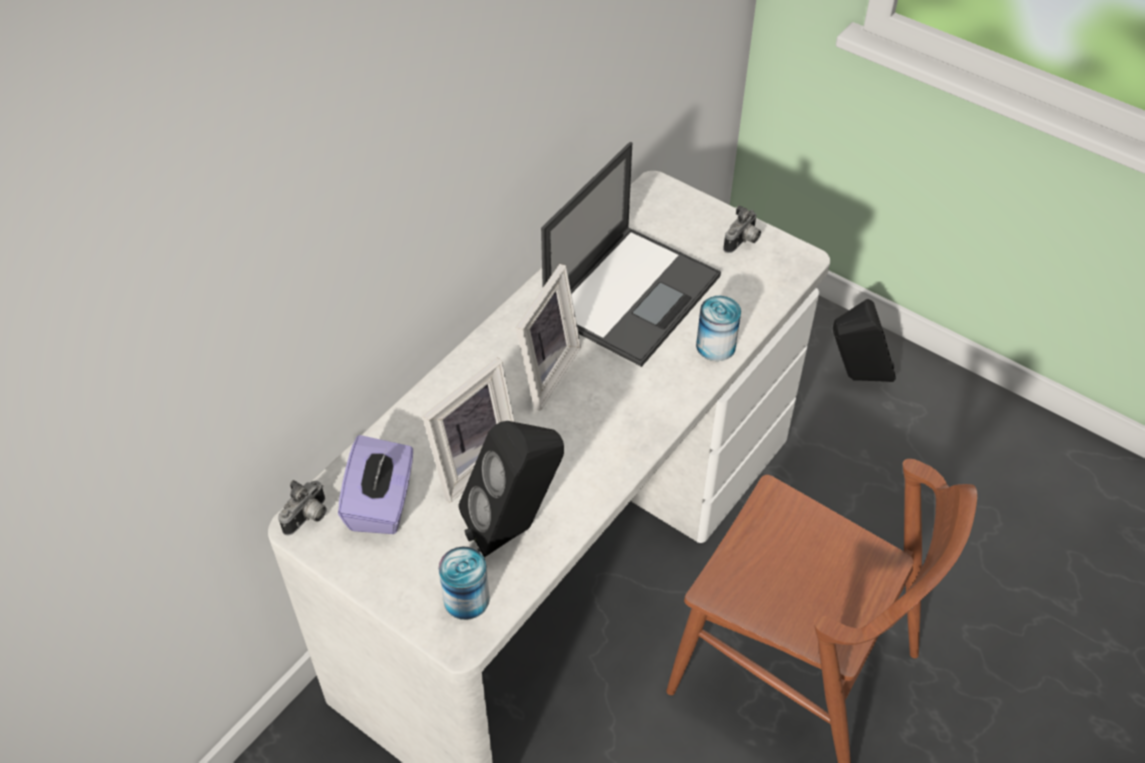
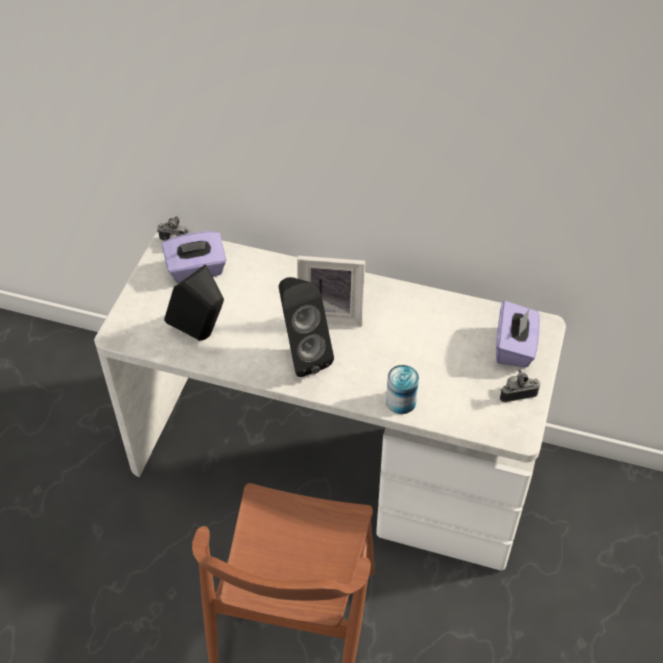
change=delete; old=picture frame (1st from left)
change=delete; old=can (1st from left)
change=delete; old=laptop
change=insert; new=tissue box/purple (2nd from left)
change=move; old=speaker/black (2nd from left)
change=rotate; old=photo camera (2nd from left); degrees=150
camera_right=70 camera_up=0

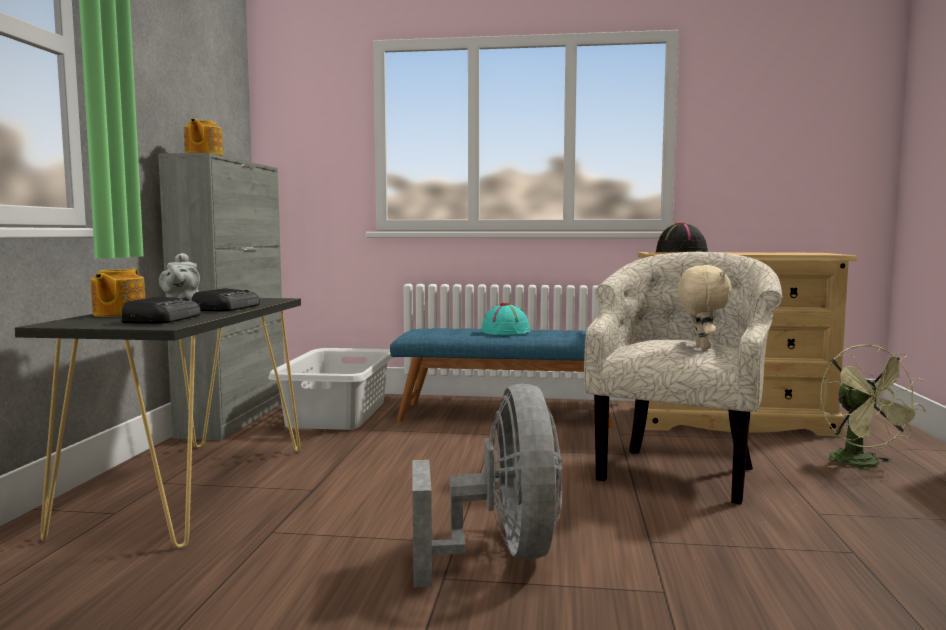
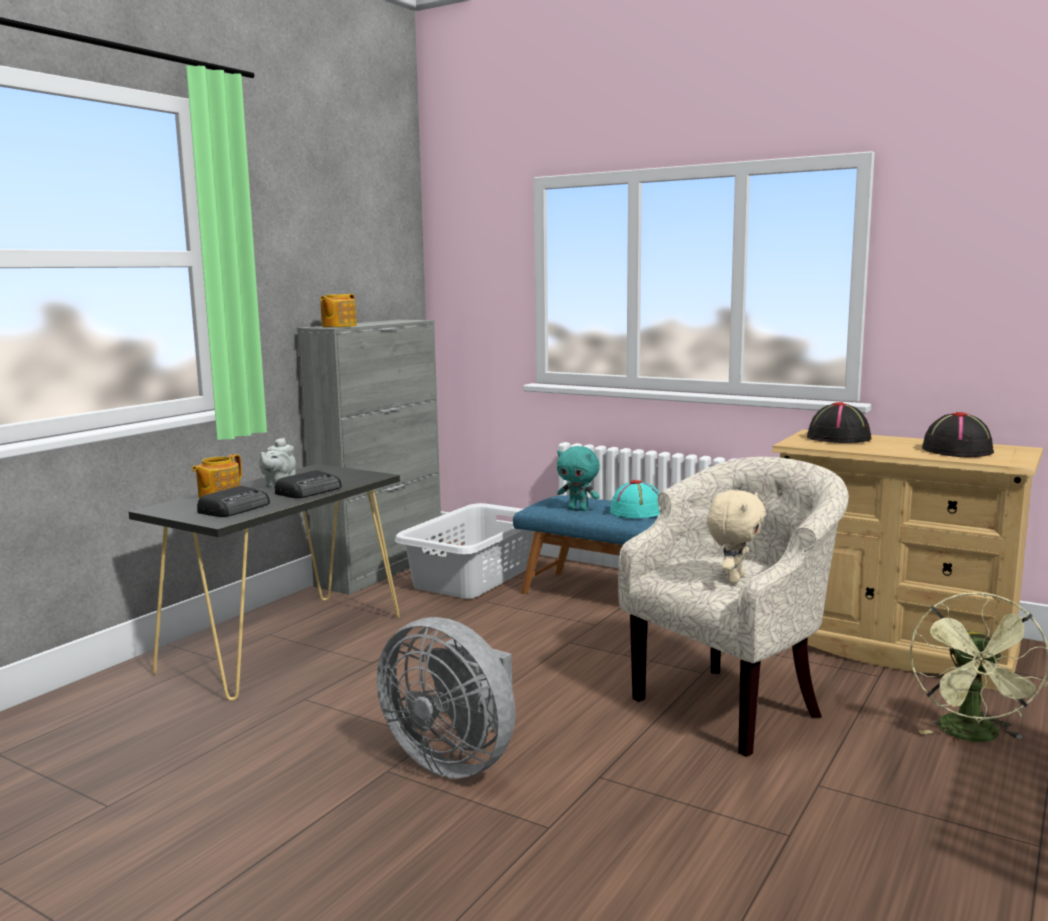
change=insert; new=plush toy/turquoise
change=insert; new=hat/black (2nd from left)
change=rotate; old=fan/grey; degrees=105
camera_right=25 camera_up=5

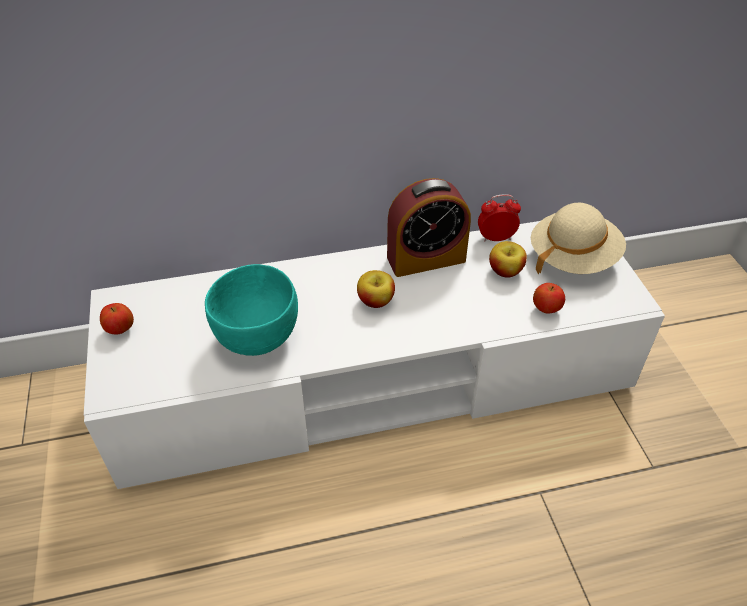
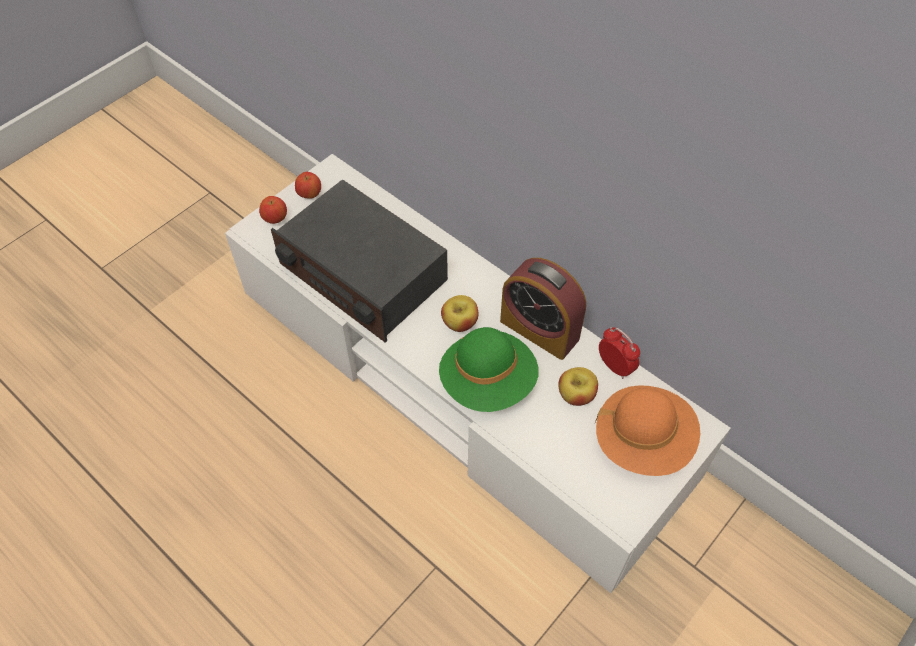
change=insert; new=hat/green
change=move; old=apple (4th from left in the first image); new=apple (1st from left)
change=replace; old=bowl/turquoise; new=radio
change=recolor; old=hat/beige; new=hat/orange
camera_right=55 camera_up=10

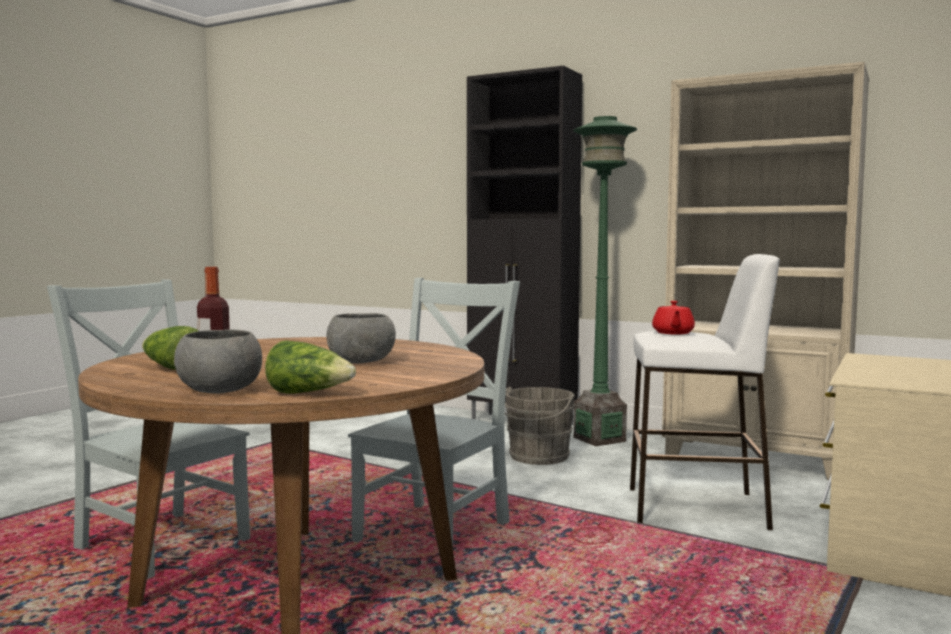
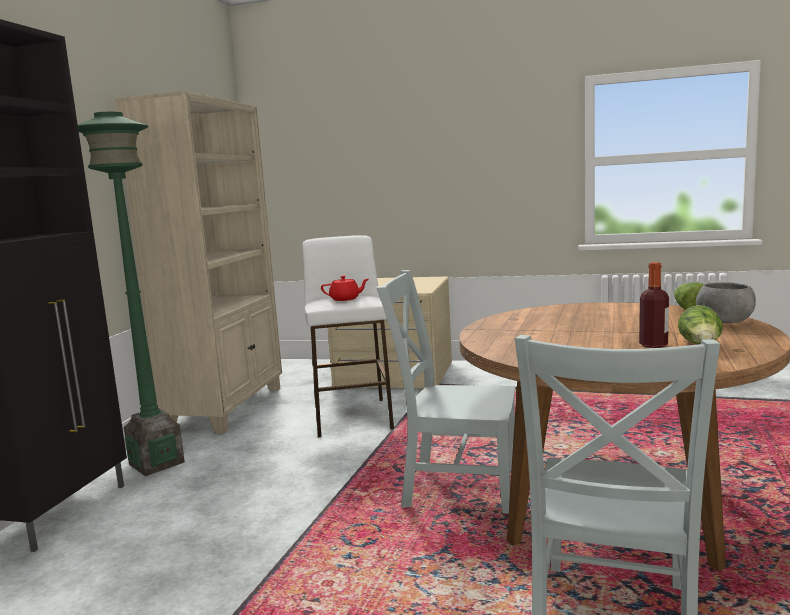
change=delete; old=bowl/grey (2nd from left)
change=delete; old=bucket/grey
camera_right=-105 camera_up=5

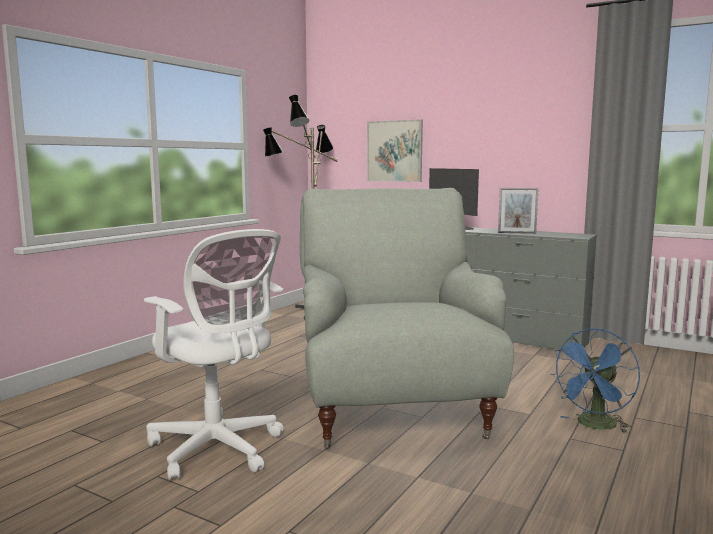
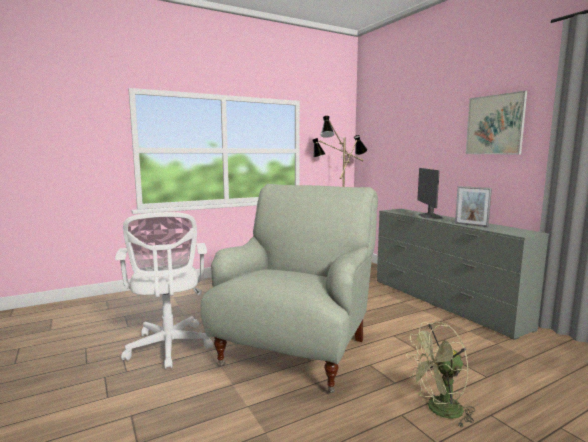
change=move; old=picture
change=recolor; old=fan/blue; new=fan/green
camera_right=30 camera_up=0

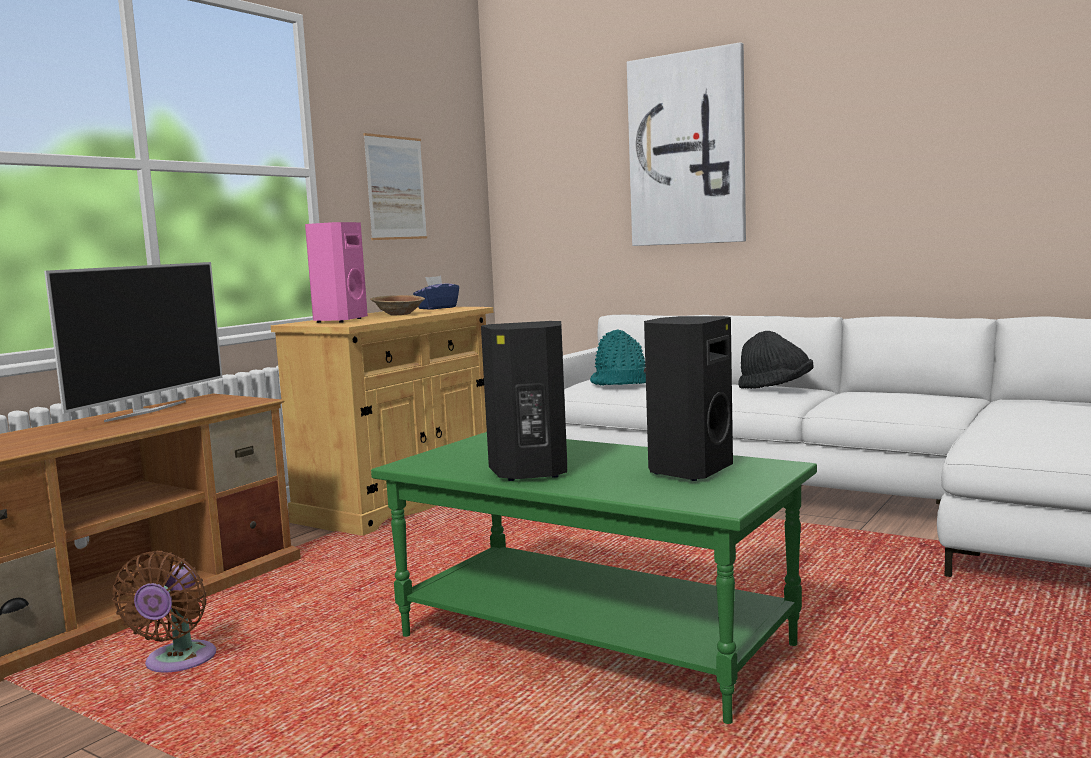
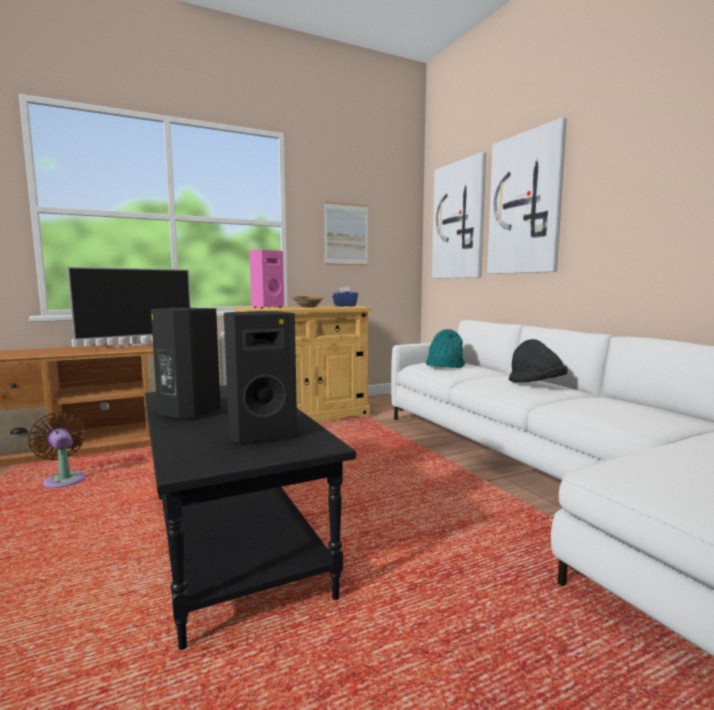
change=insert; new=picture (2nd from left)
change=recolor; old=coffee table/green; new=coffee table/black
change=rotate; old=fan/brown; degrees=105
camera_right=30 camera_up=0

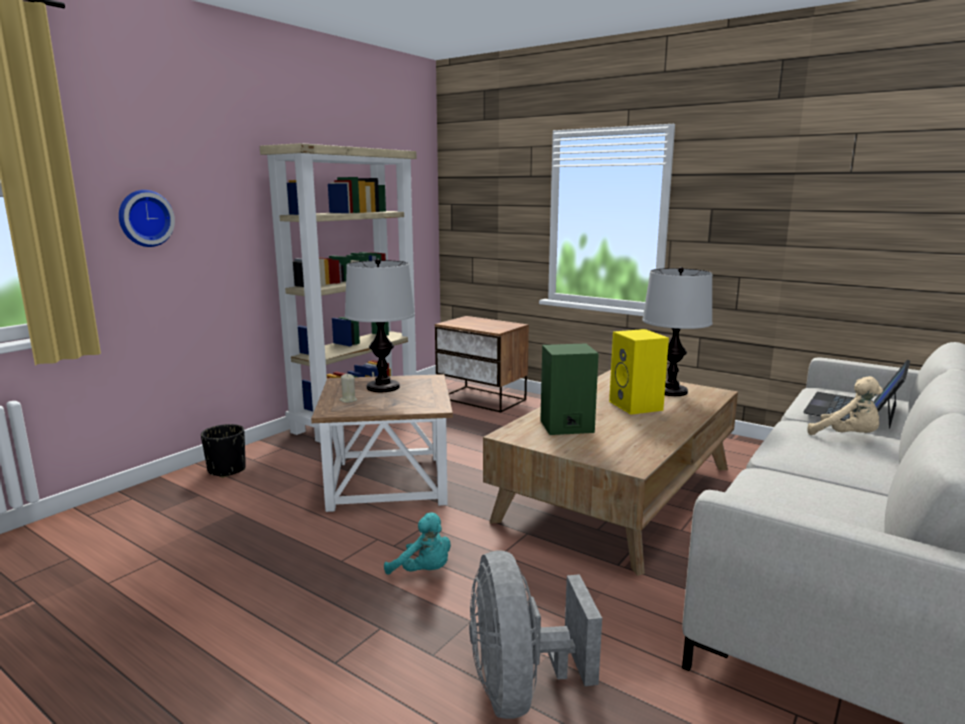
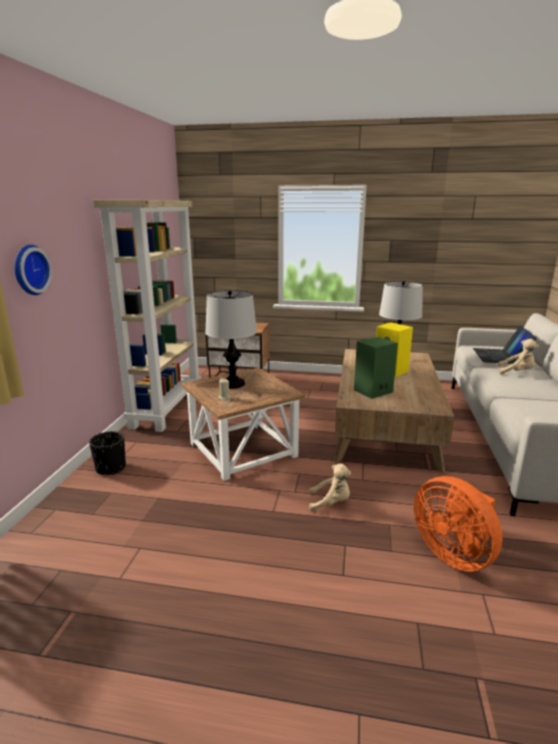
change=recolor; old=plush toy/turquoise; new=plush toy/beige (1st from left)
change=recolor; old=fan/grey; new=fan/orange
camera_right=-25 camera_up=5

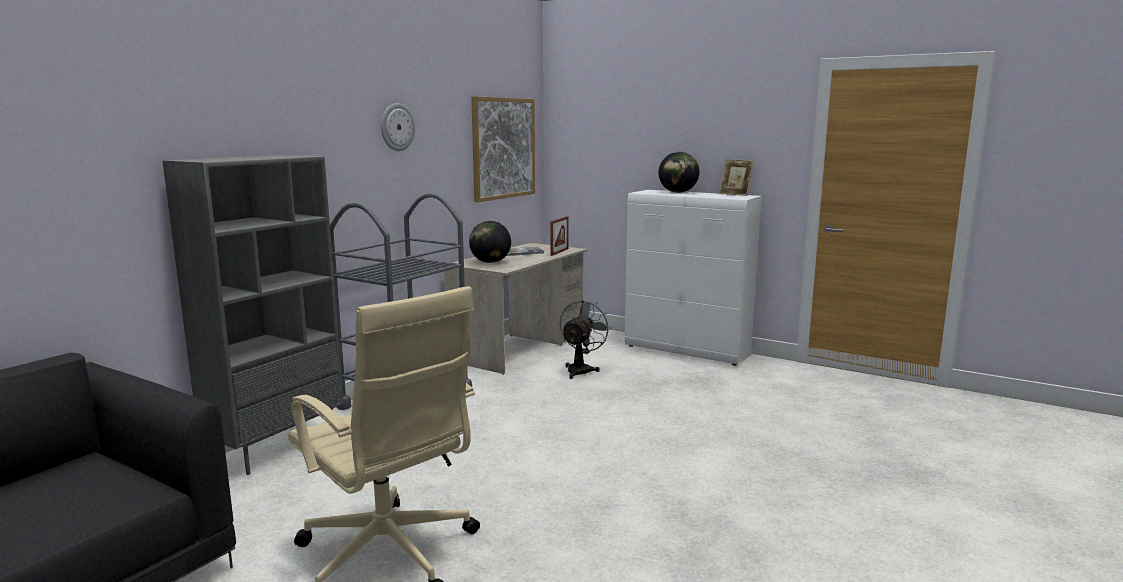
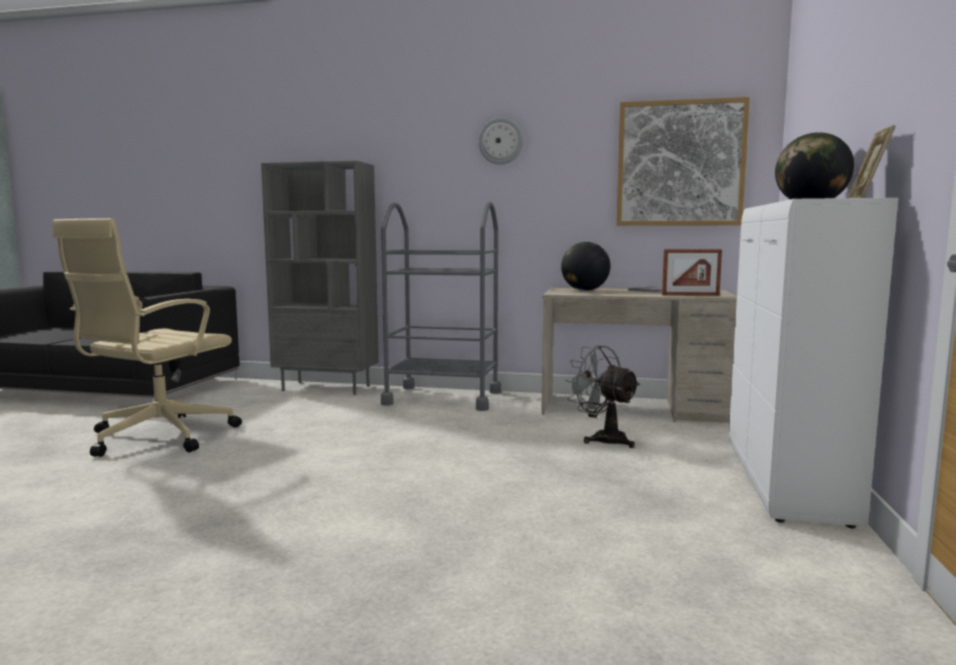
change=rotate; old=fan/grey; degrees=-135
camera_right=70 camera_up=-5

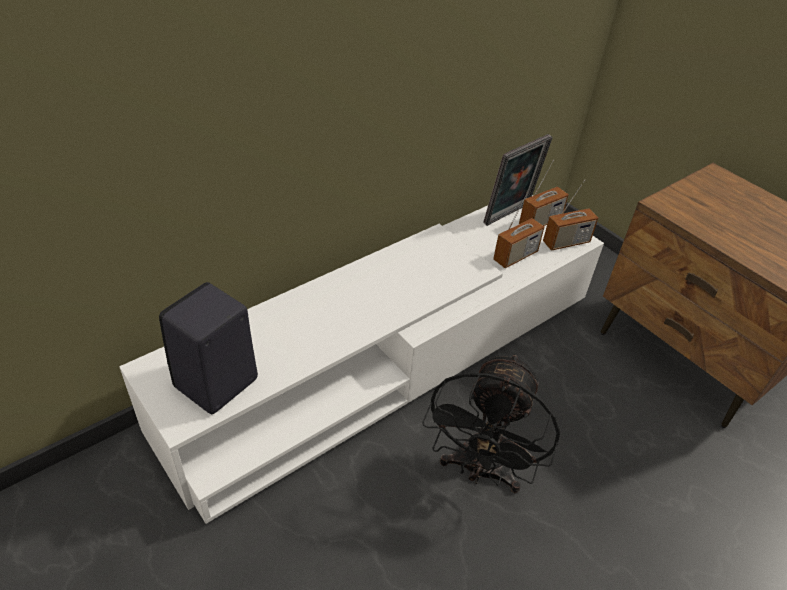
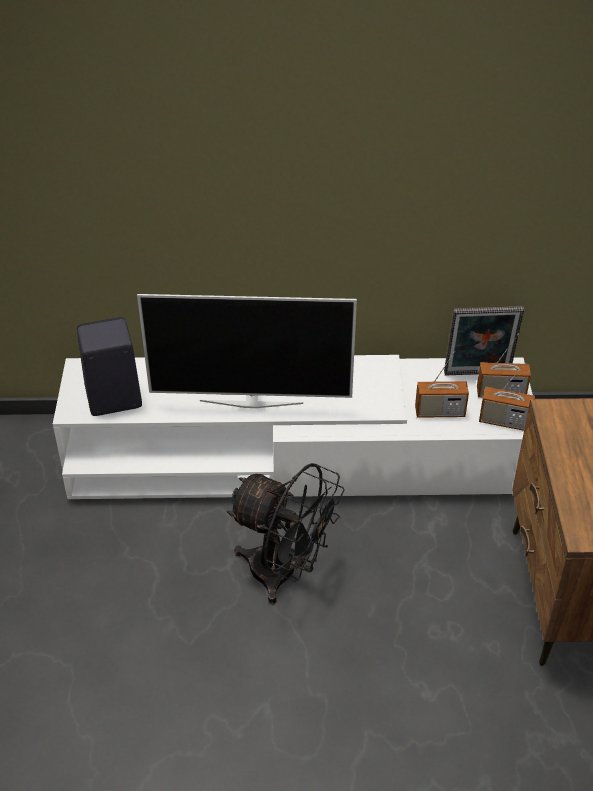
change=insert; new=television
change=rotate; old=fan/black; degrees=-120
camera_right=40 camera_up=0

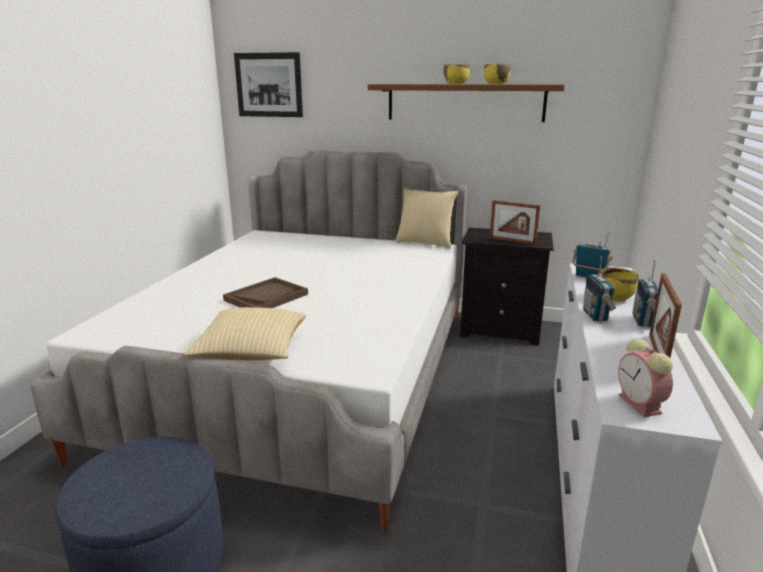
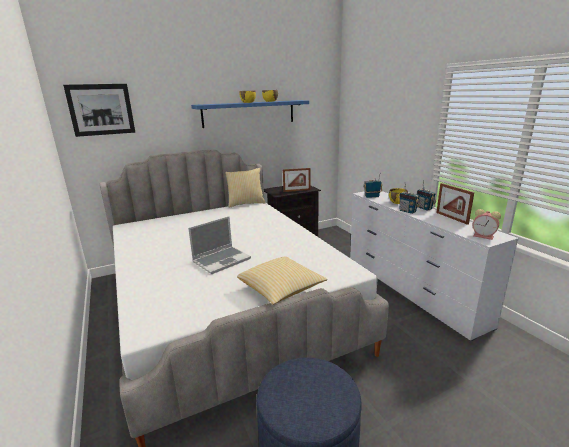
change=replace; old=tray/brown; new=laptop
change=recolor; old=shelf/brown; new=shelf/blue
camera_right=-40 camera_up=0

